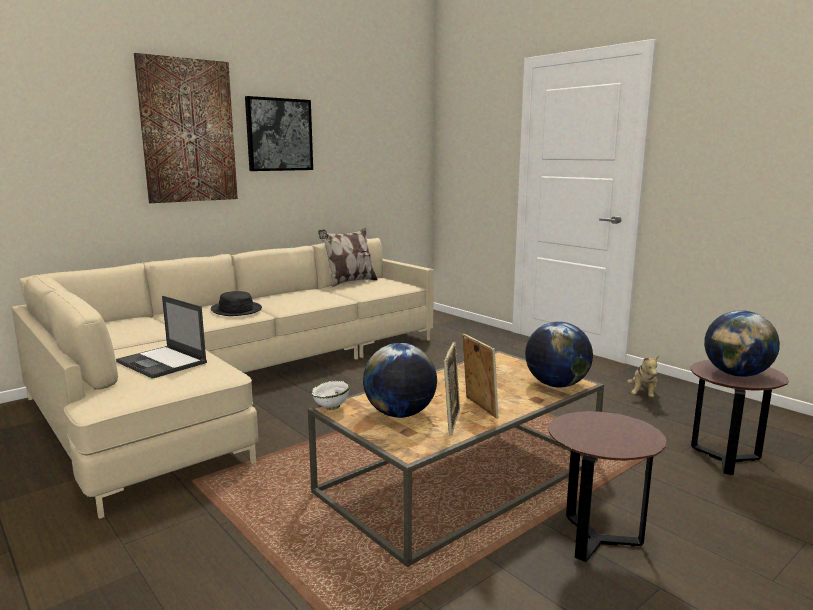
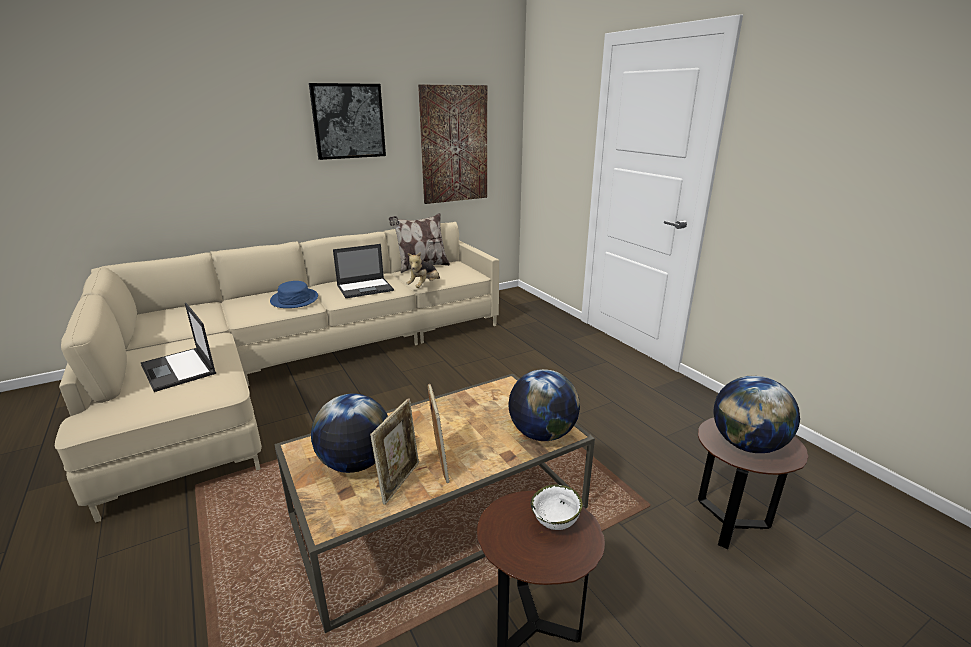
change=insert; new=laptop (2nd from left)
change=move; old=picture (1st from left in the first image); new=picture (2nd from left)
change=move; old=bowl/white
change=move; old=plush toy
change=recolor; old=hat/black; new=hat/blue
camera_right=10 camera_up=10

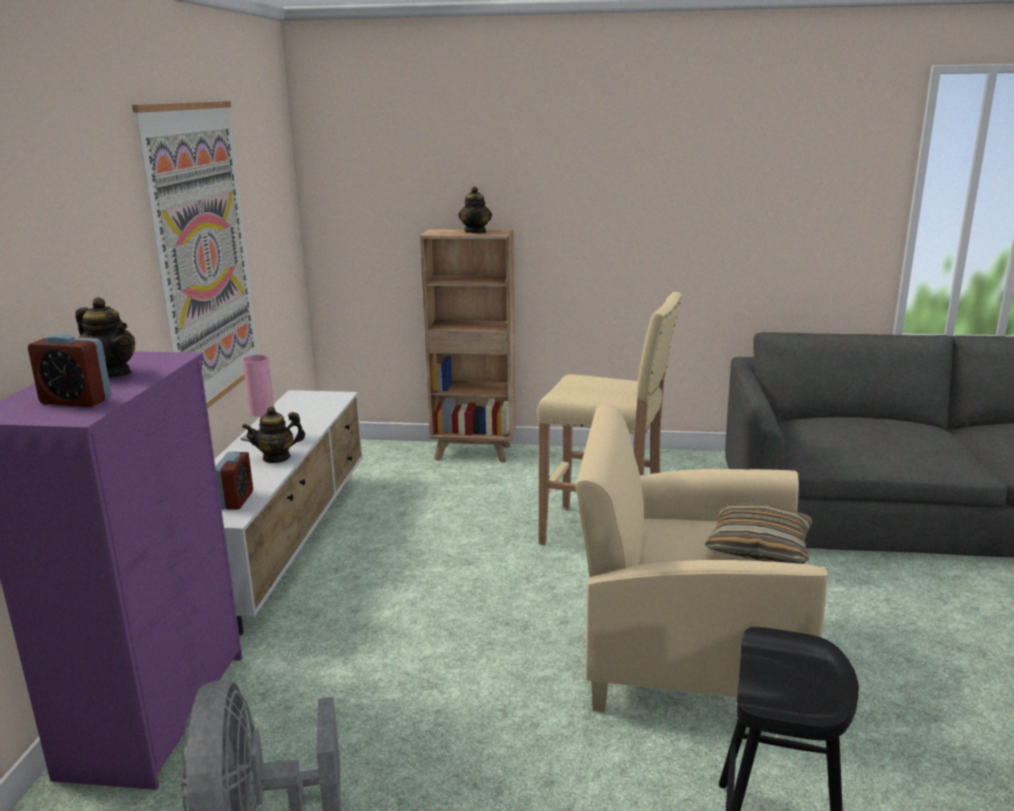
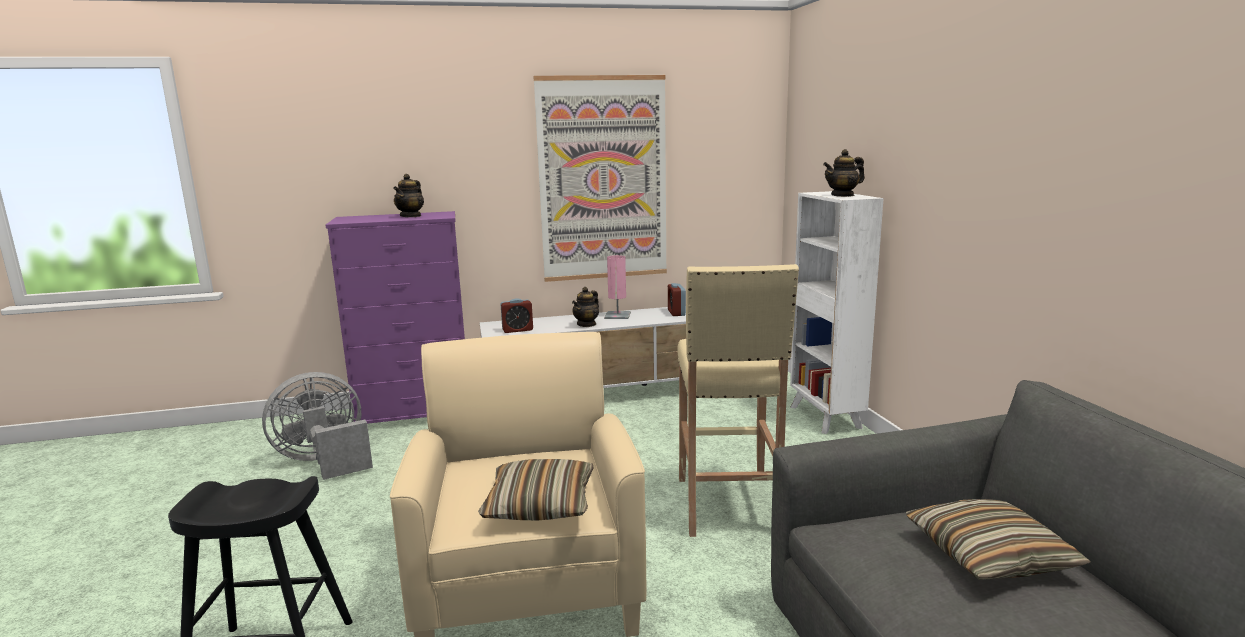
change=insert; new=pillow (2nd from left)
change=move; old=alarm clock (1st from left in the first image); new=alarm clock (2nd from left)
change=recolor; old=bookcase/brown; new=bookcase/white
change=rotate; old=teapot (2nd from left); degrees=-105
camera_right=70 camera_up=-5

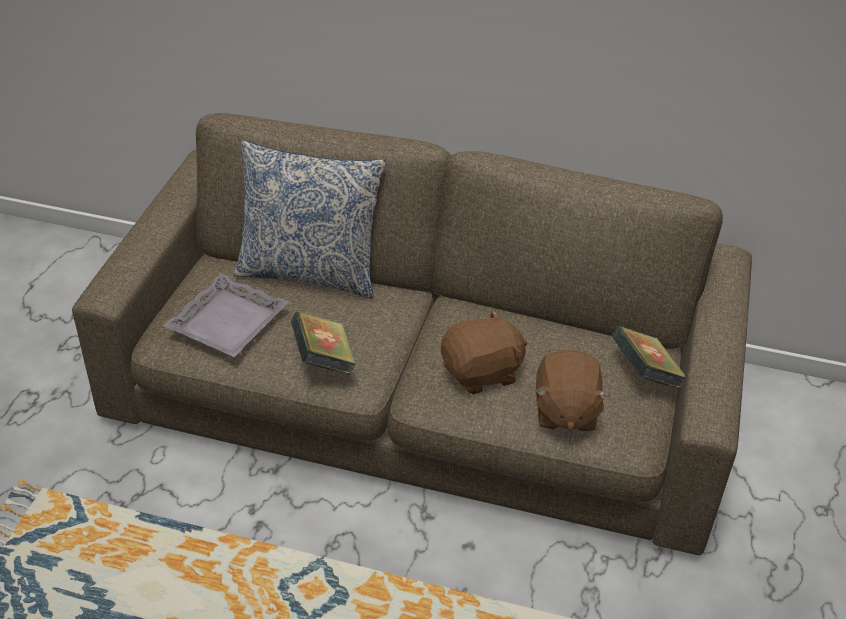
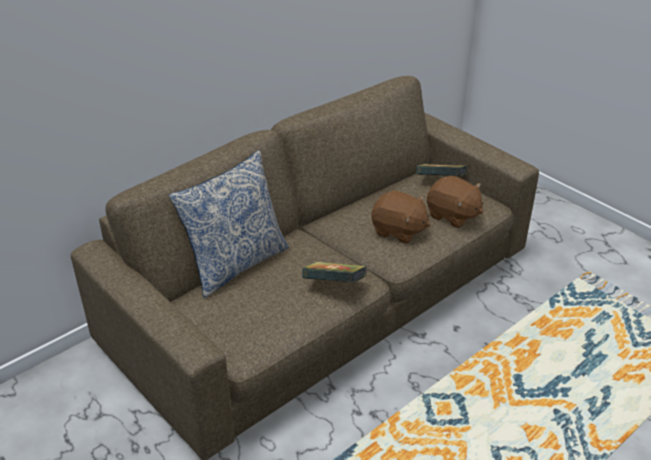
change=delete; old=tray/grey
change=rotate; old=plush toy/brown (1st from left); degrees=105
camera_right=-55 camera_up=-5

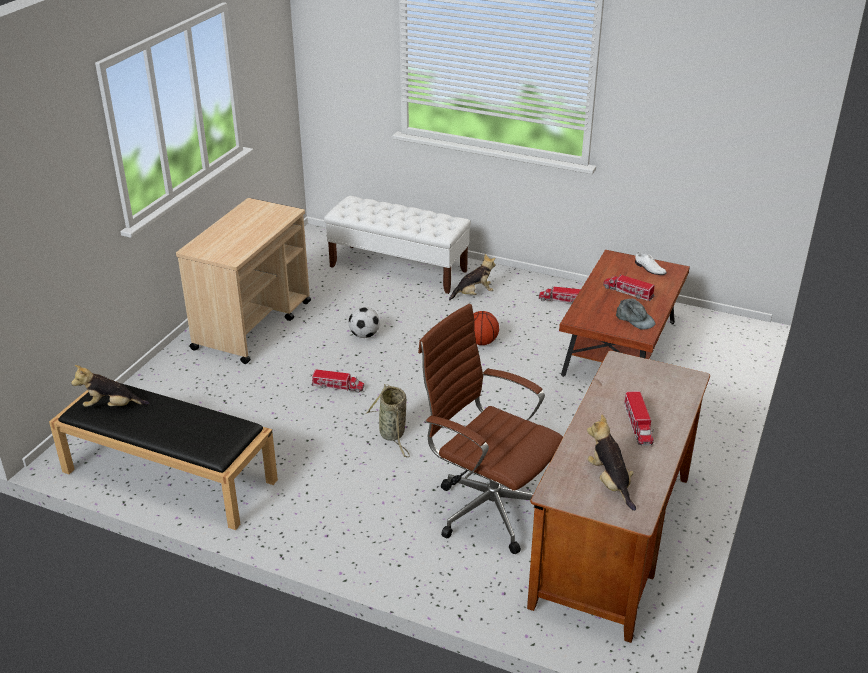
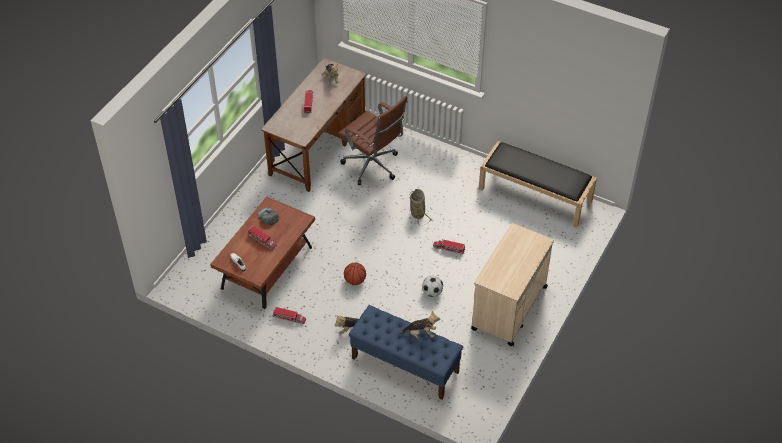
change=move; old=plush toy (1st from left in the first image); new=plush toy (3rd from left)
change=recolor; old=bench/white; new=bench/blue
camera_right=-175 camera_up=15

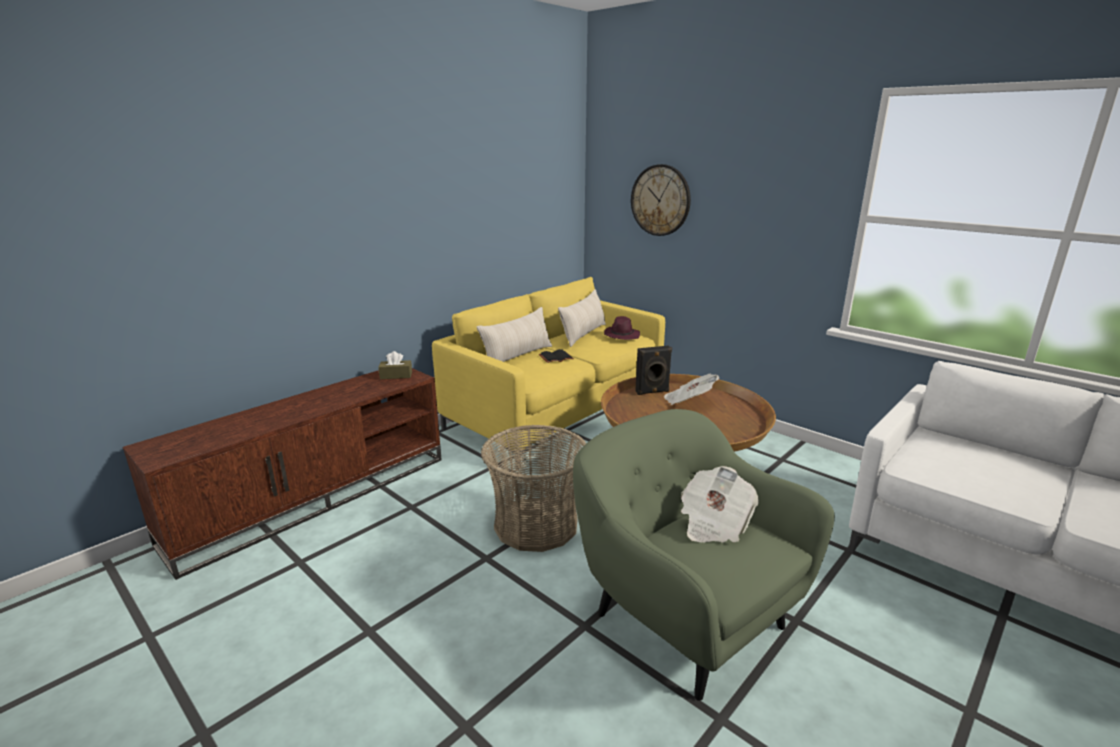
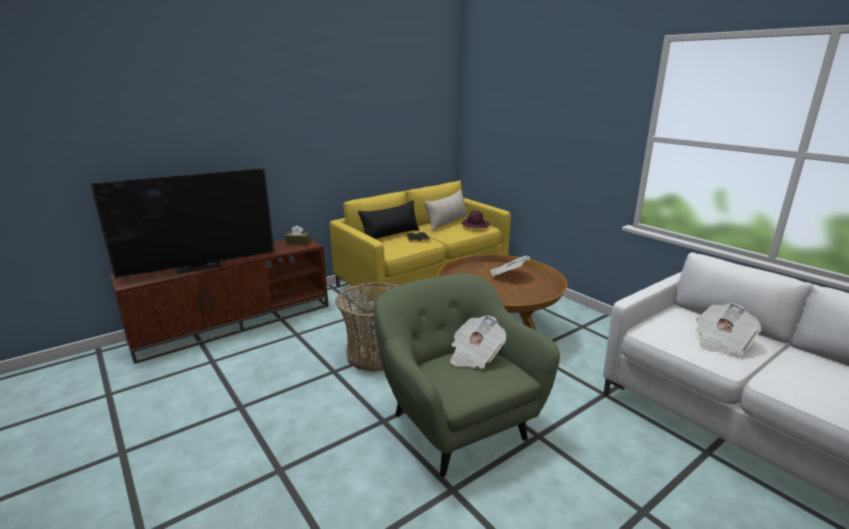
change=delete; old=wall clock
change=delete; old=speaker/black
change=insert; new=television
change=insert; new=newspaper (3rd from left)
change=recolor; old=pillow/beige (1st from left); new=pillow/black
camera_right=10 camera_up=0

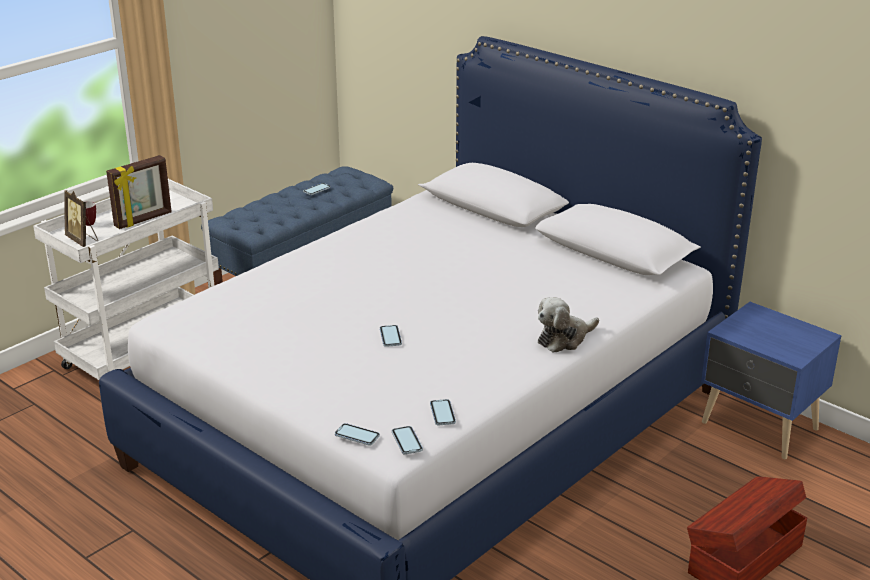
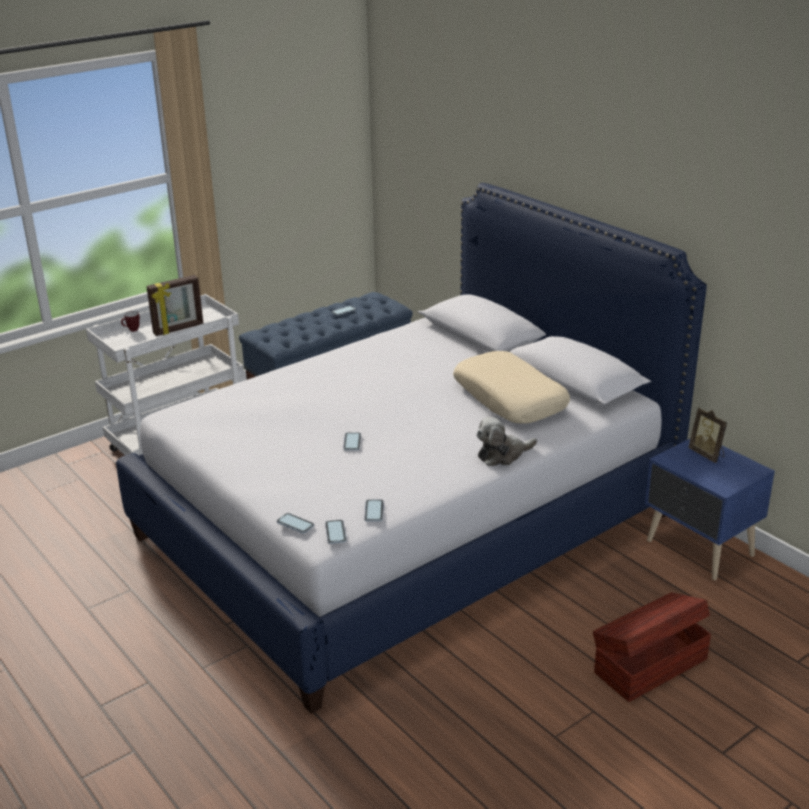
change=insert; new=pillow/beige
change=move; old=picture frame (1st from left in the first image); new=picture frame (2nd from left)
camera_right=10 camera_up=0

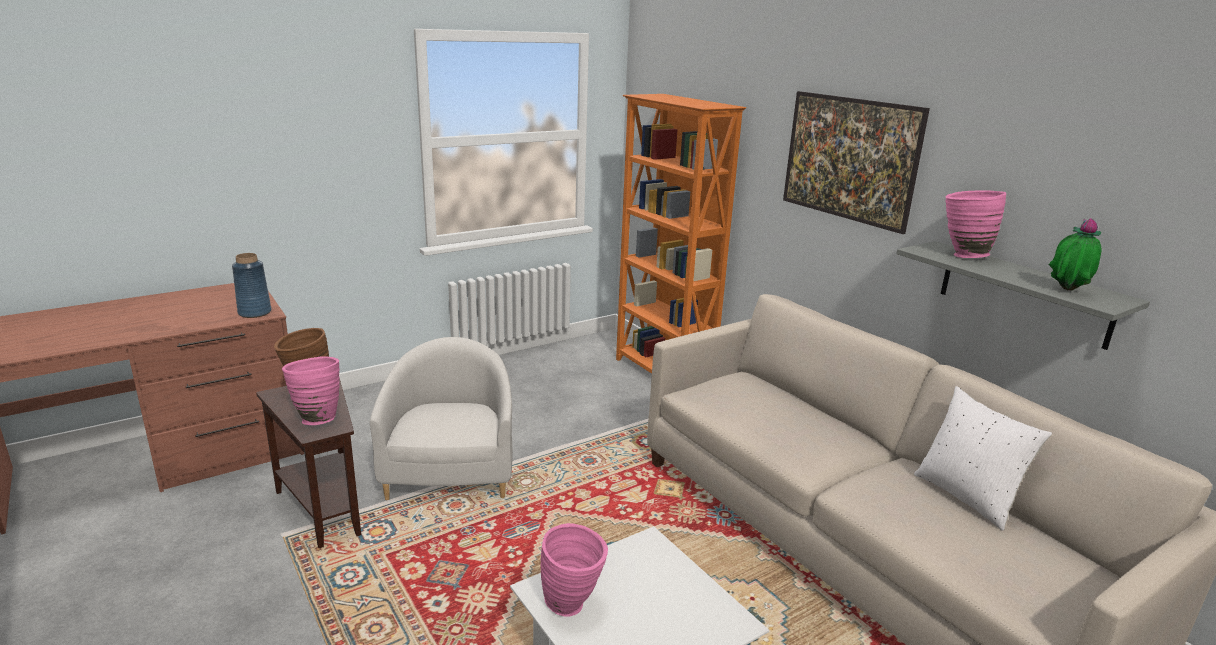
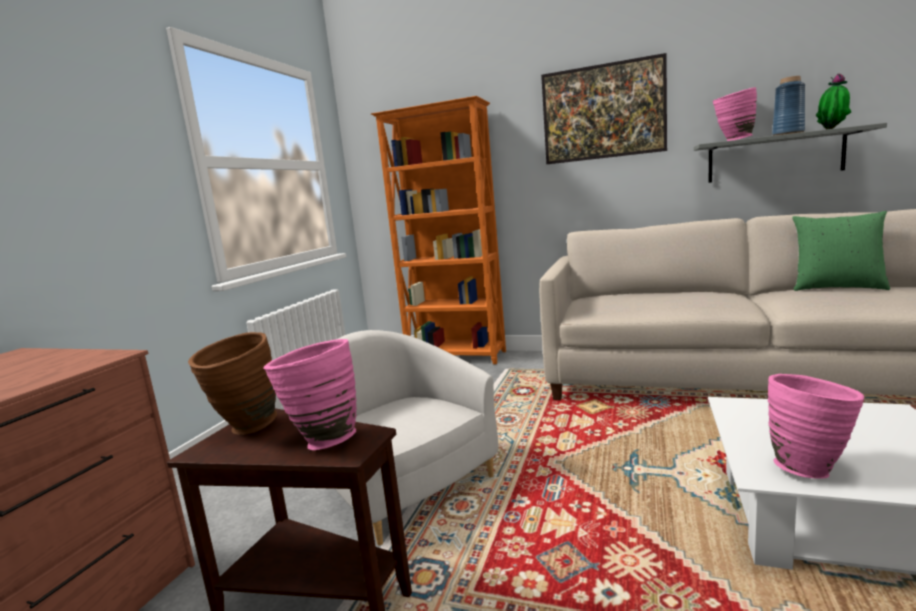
change=move; old=vase/blue
change=recolor; old=pillow/white; new=pillow/green
camera_right=-35 camera_up=-10

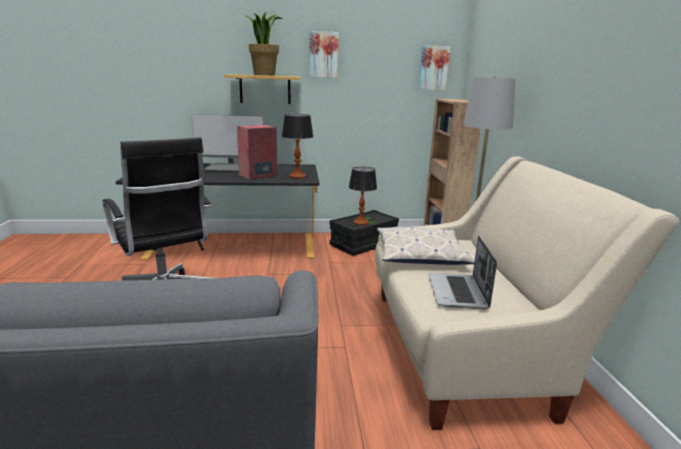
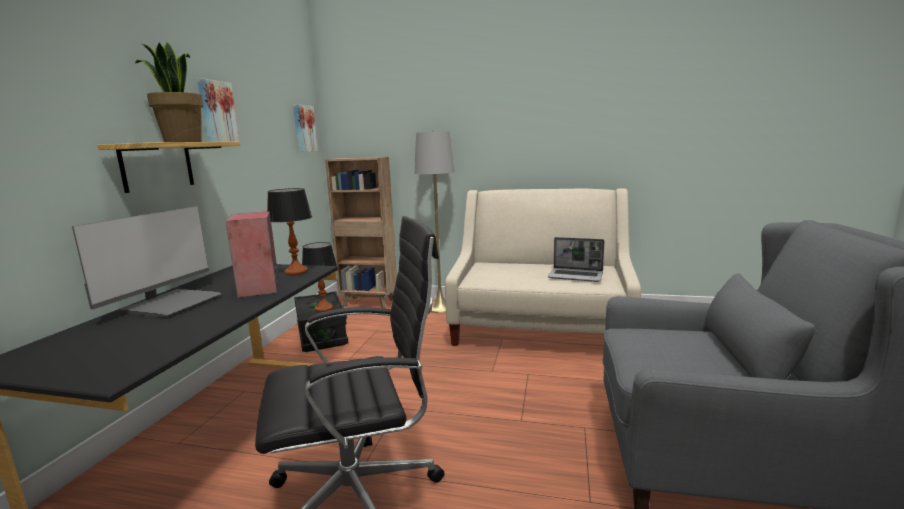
change=delete; old=pillow
camera_right=-70 camera_up=-5

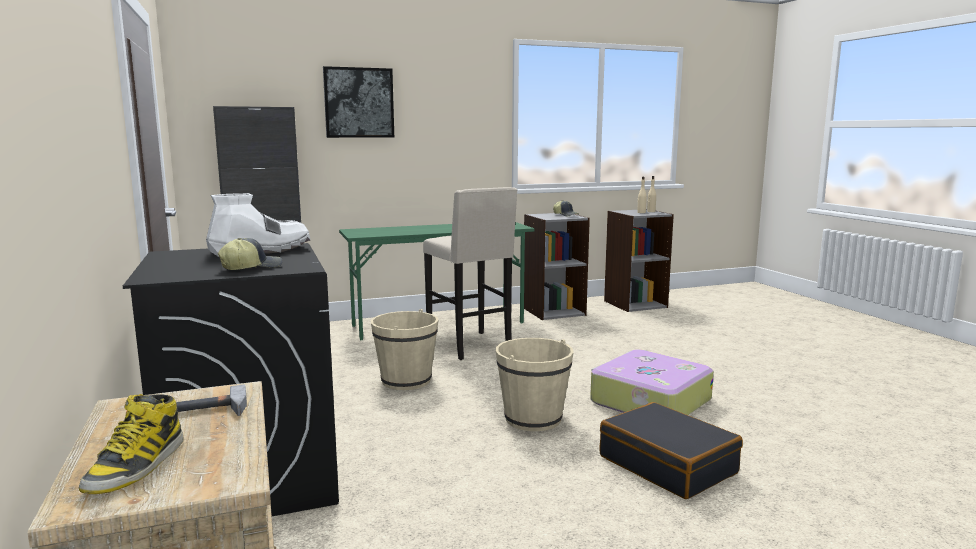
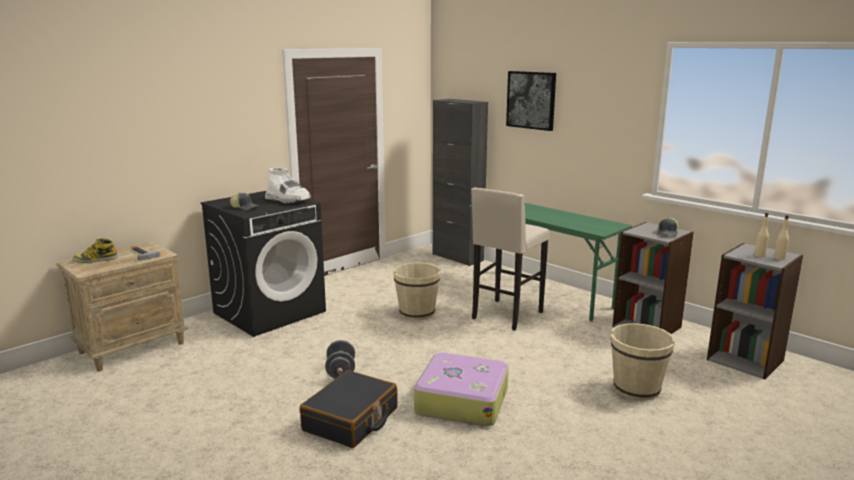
change=insert; new=dumbbell/grey
change=move; old=bucket/beige (2nd from left)
camera_right=65 camera_up=5

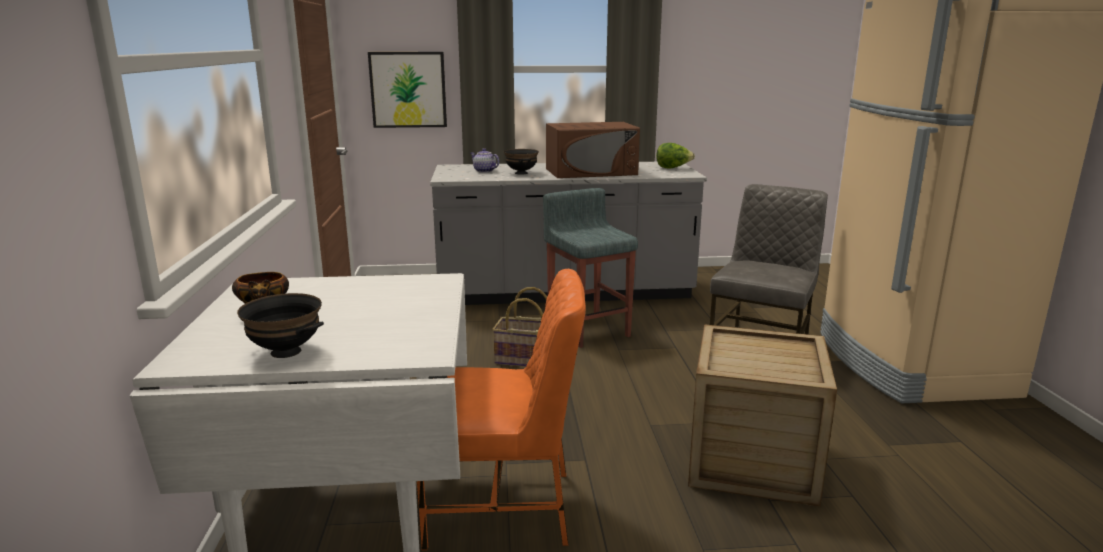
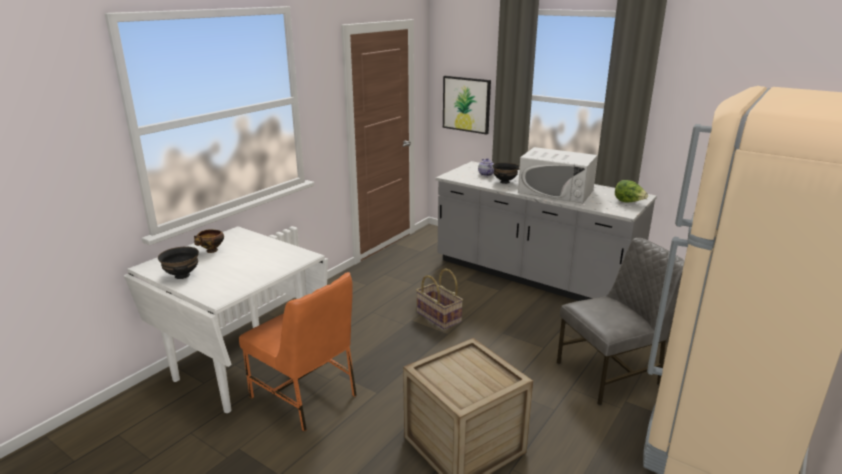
change=delete; old=stool/grey
change=recolor; old=microwave/brown; new=microwave/white
camera_right=40 camera_up=5

